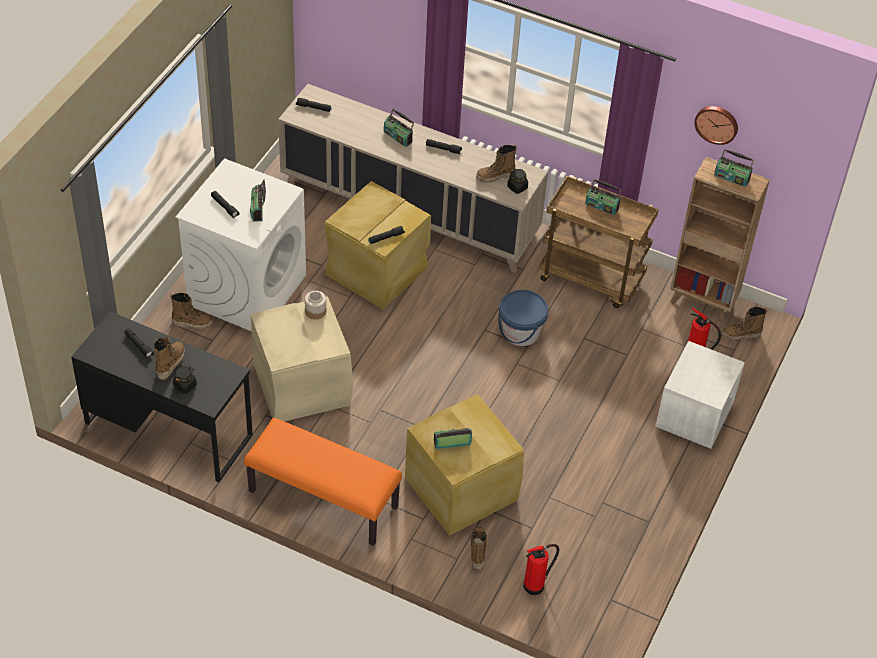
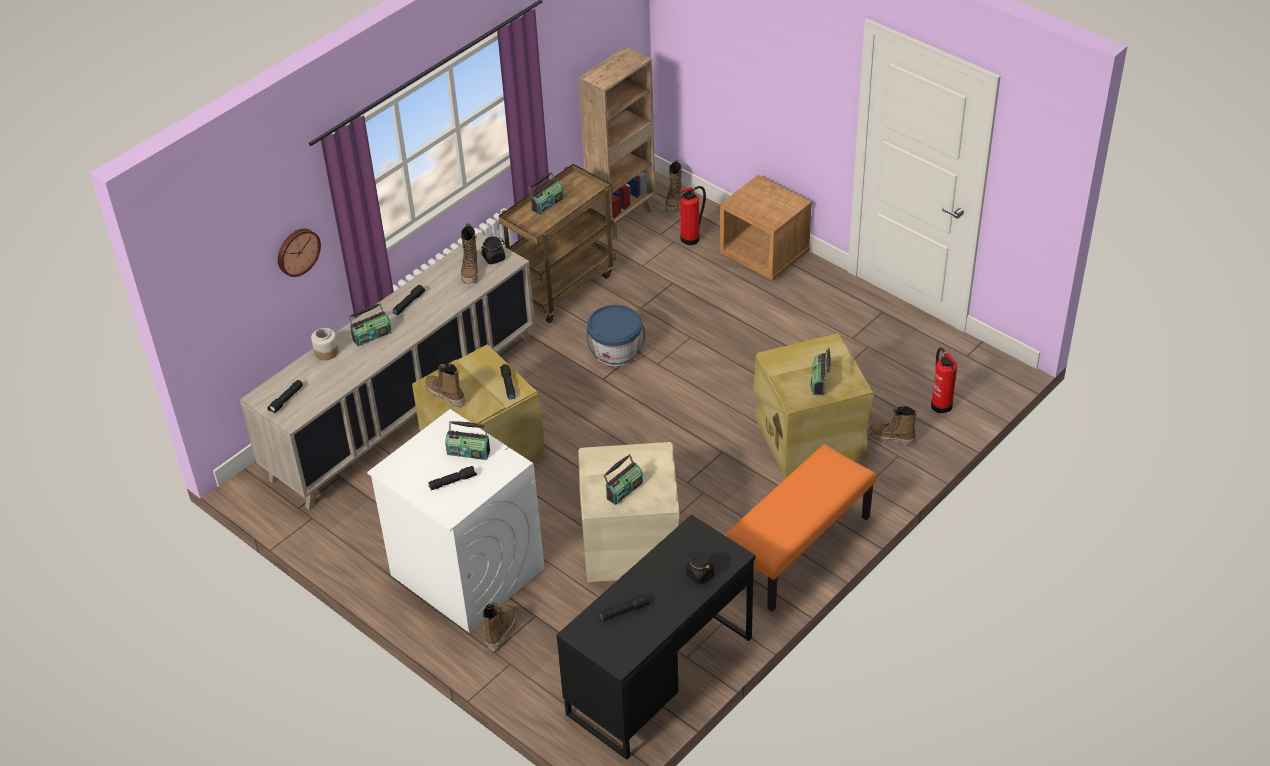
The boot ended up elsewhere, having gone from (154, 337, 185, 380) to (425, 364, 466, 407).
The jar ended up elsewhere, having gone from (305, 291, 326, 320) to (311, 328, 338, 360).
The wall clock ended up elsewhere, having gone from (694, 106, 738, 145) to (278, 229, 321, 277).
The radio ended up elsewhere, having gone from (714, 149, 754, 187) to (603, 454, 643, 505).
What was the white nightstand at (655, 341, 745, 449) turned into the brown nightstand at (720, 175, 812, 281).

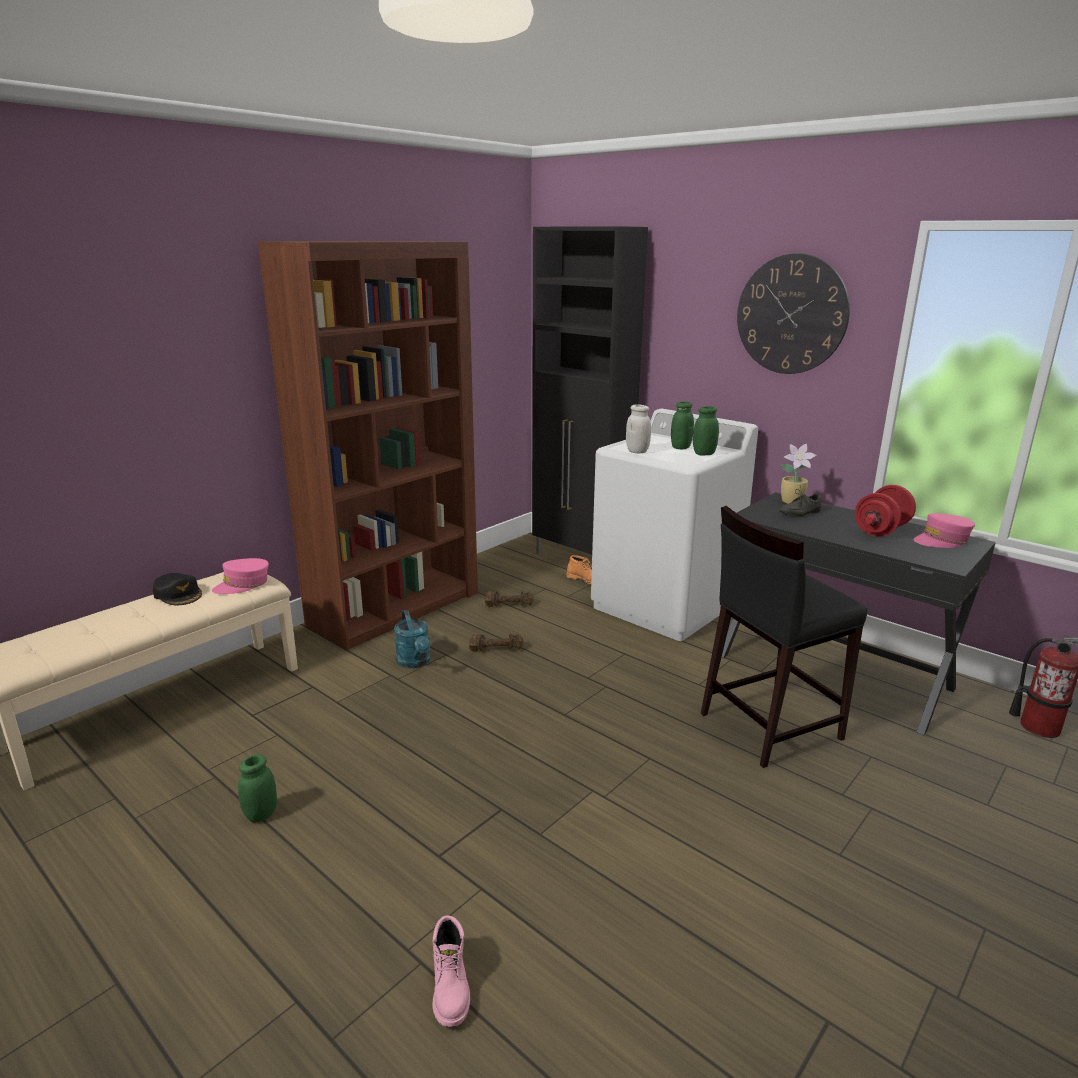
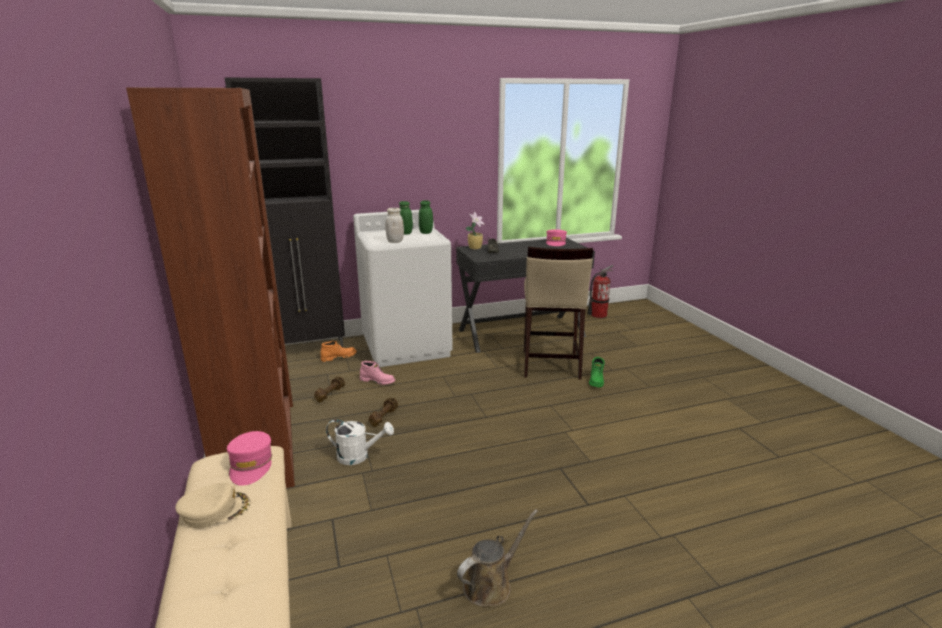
The second view lost the wall clock at (737, 253, 850, 374).
The second view lost the red dumbbell at (855, 485, 916, 537).
The second view gained the green boot at (589, 357, 605, 388).
The pink boot ended up elsewhere, having gone from (432, 916, 470, 1027) to (360, 361, 395, 385).
Where the green jar stood at (238, 754, 277, 823), the brown watering can came to stand at (457, 509, 538, 607).
What was the black cap at (153, 573, 202, 605) turned into the beige cap at (176, 483, 251, 528).
What was the turquoise watering can at (394, 610, 431, 668) turned into the white watering can at (326, 419, 394, 465).
What was the black stool at (701, 506, 867, 768) turned into the beige stool at (524, 247, 593, 380).

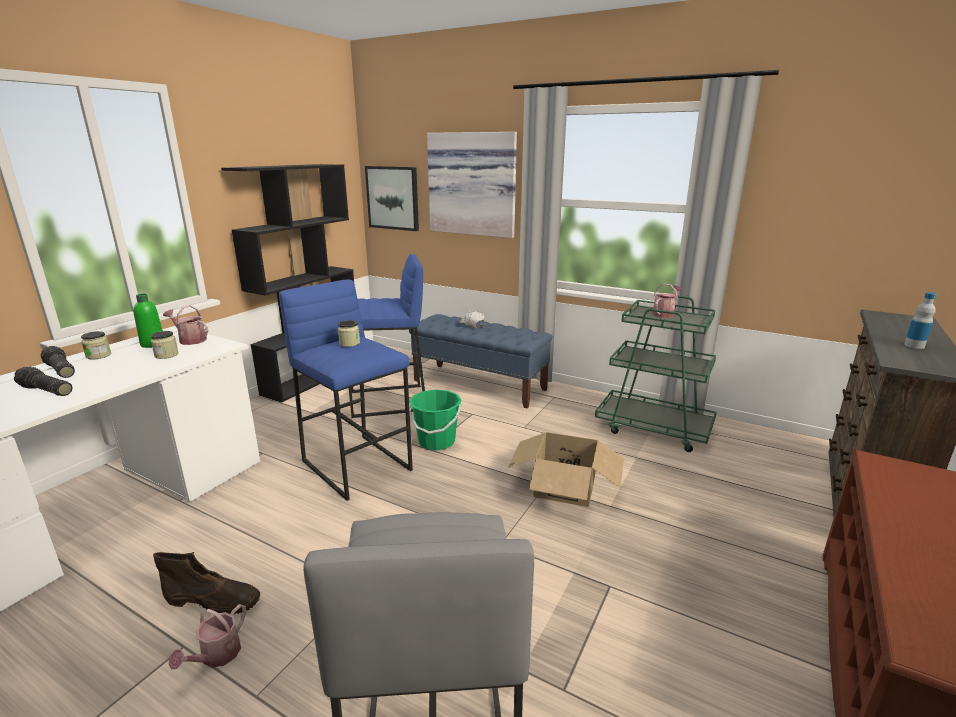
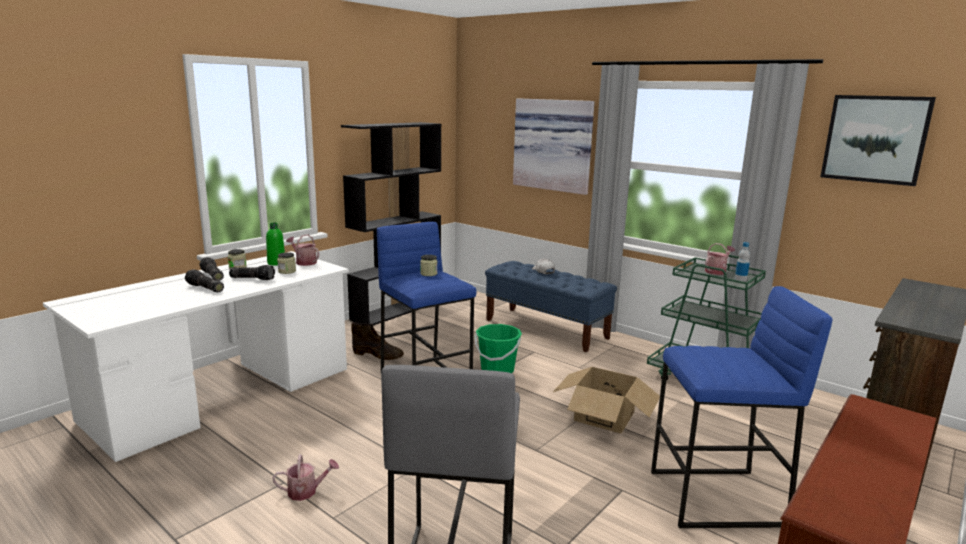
The second view gained the flashlight at (229, 265, 275, 280).
The brown boot ended up elsewhere, having gone from (153, 552, 260, 614) to (352, 322, 404, 360).
The blue stool ended up elsewhere, having gone from (349, 254, 425, 418) to (651, 286, 833, 528).
The picture ended up elsewhere, having gone from (365, 166, 419, 231) to (820, 95, 936, 186).
The bottle ended up elsewhere, having gone from (904, 292, 936, 349) to (735, 242, 750, 282).
The watering can at (168, 604, 246, 670) ended up facing another way, 135 degrees counterclockwise from before.

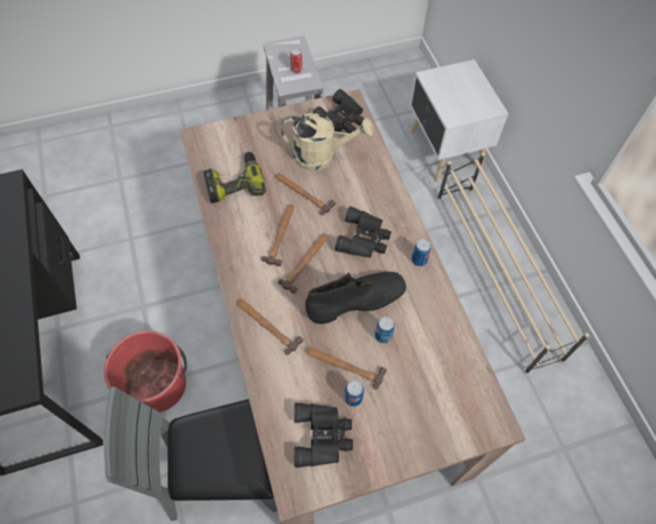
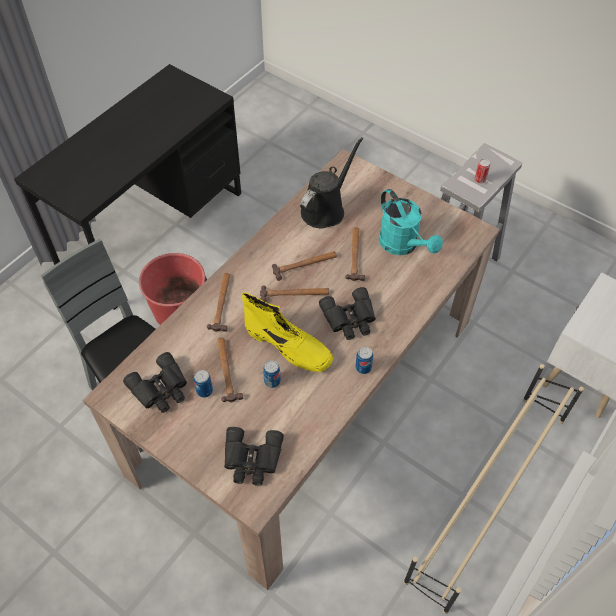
The black binoculars ended up elsewhere, having gone from (312, 89, 364, 134) to (224, 427, 284, 486).
Where the power drill stood at (203, 152, 266, 203), the black watering can came to stand at (300, 137, 363, 229).
What was the beige watering can at (281, 113, 374, 171) turned into the turquoise watering can at (379, 189, 443, 255).
What was the black boot at (305, 272, 406, 324) turned into the yellow boot at (242, 293, 333, 372).

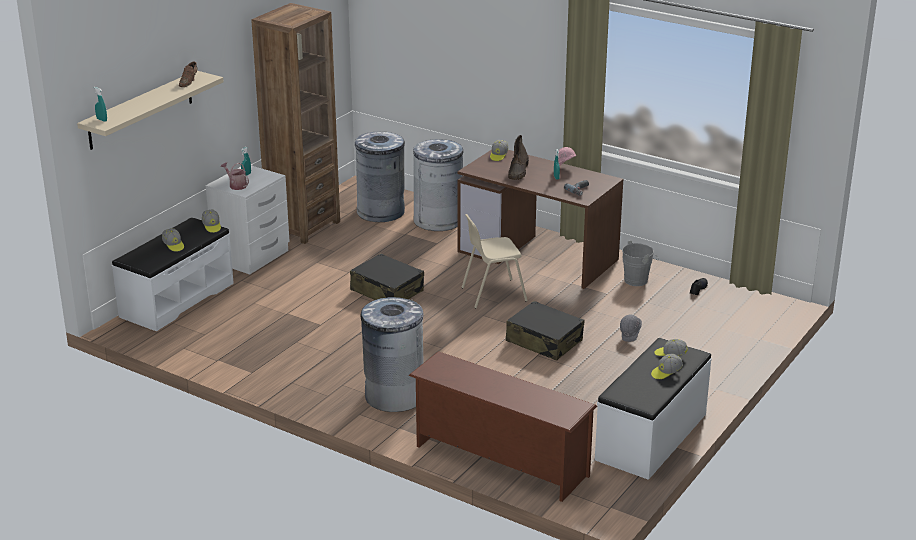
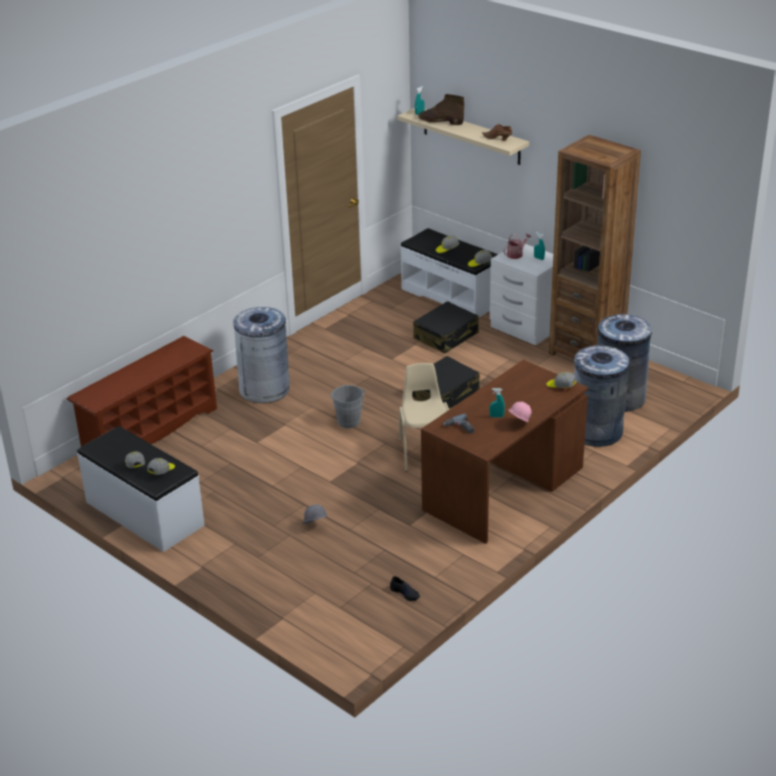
The black suitcase ended up elsewhere, having gone from (506, 301, 584, 361) to (413, 301, 479, 353).
The brown boot ended up elsewhere, having gone from (508, 135, 529, 180) to (418, 94, 464, 125).
The grey bucket ended up elsewhere, having gone from (622, 240, 659, 286) to (330, 385, 365, 428).

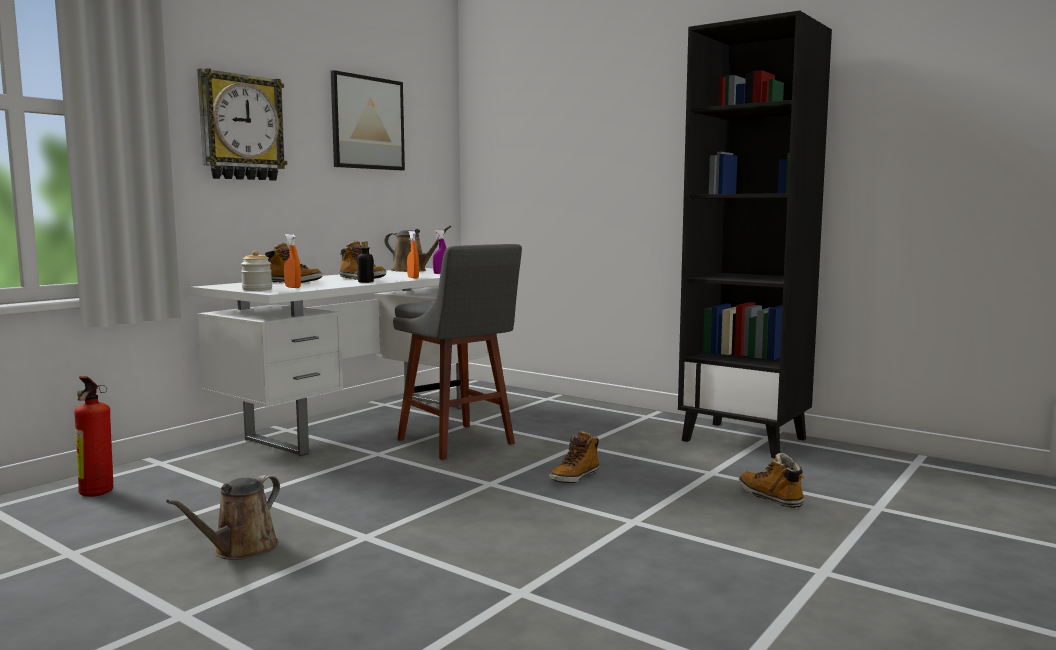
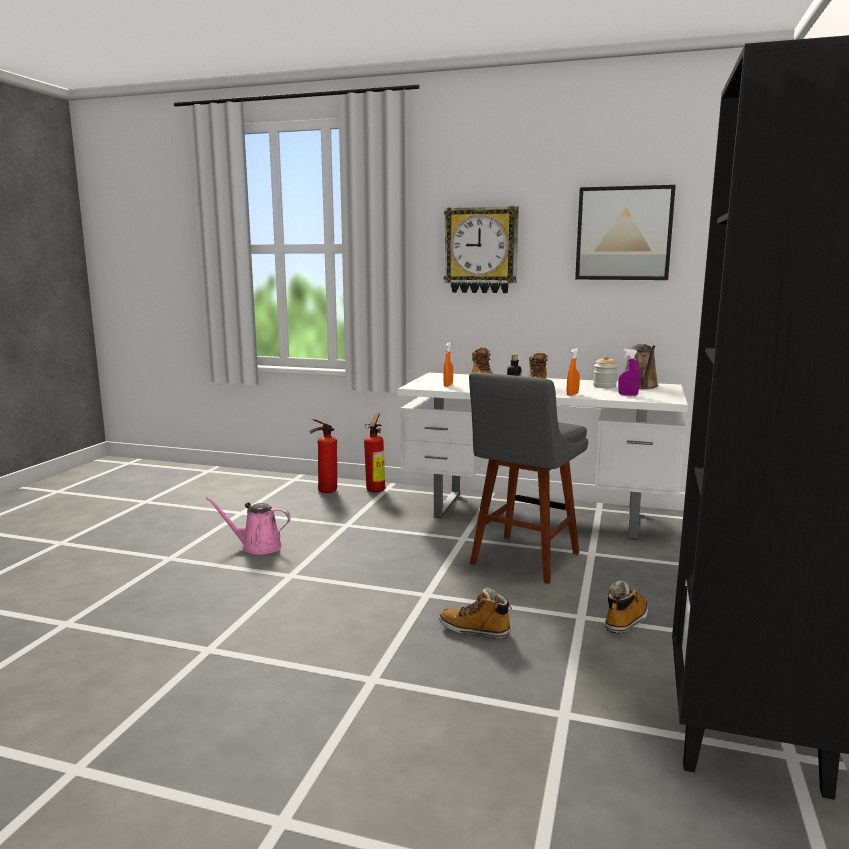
The second view gained the fire extinguisher at (364, 413, 386, 492).
The jar ended up elsewhere, having gone from (241, 250, 272, 291) to (593, 355, 618, 388).
The boot ended up elsewhere, having gone from (739, 452, 804, 508) to (605, 581, 648, 634).
What was the brown watering can at (166, 475, 280, 560) turned into the pink watering can at (205, 497, 291, 555).

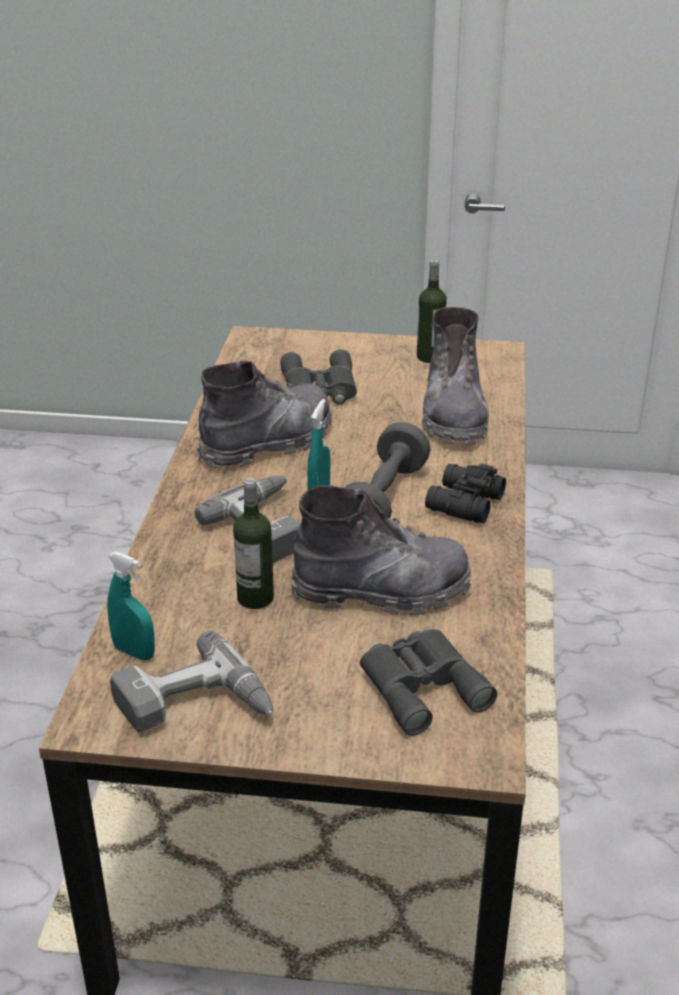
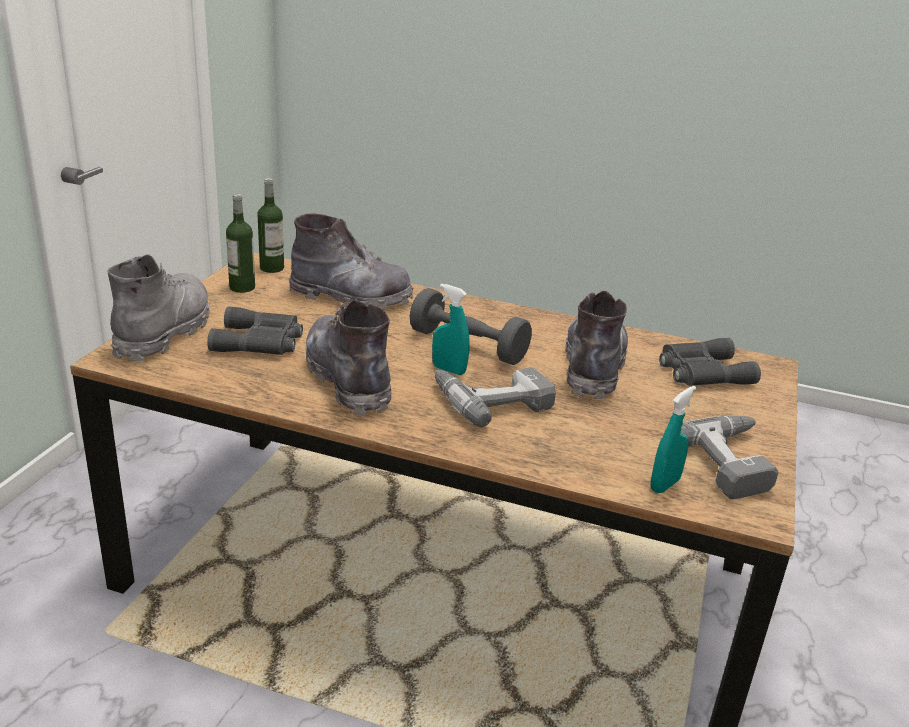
The second view lost the black binoculars at (425, 464, 506, 523).
The second view gained the grey boot at (108, 254, 210, 361).
The bottle ended up elsewhere, having gone from (233, 478, 274, 609) to (257, 178, 284, 273).

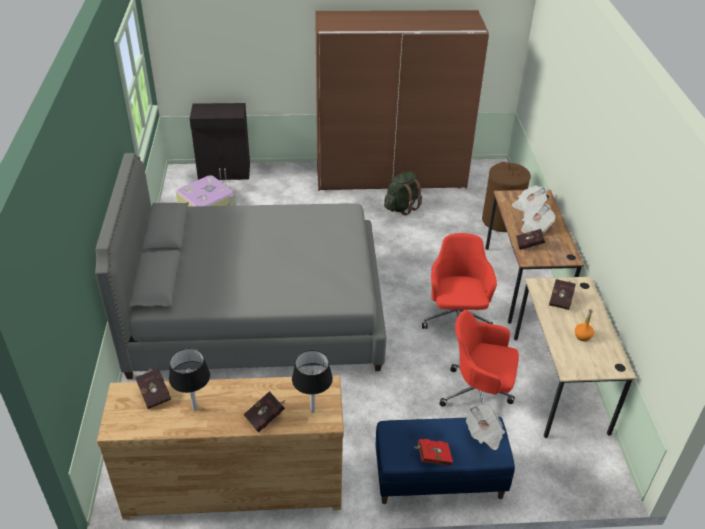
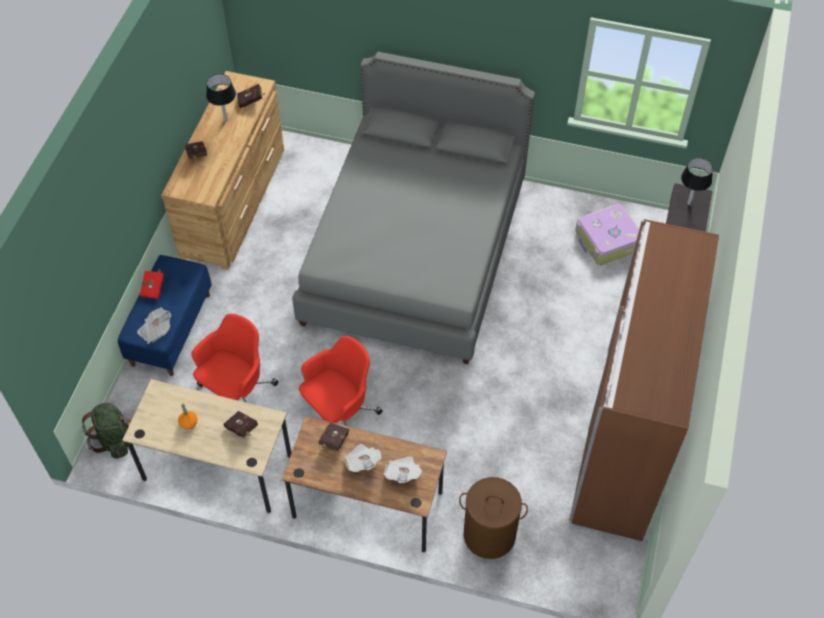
The black table lamp ended up elsewhere, having gone from (292, 350, 333, 413) to (681, 158, 713, 205).
The green backpack ended up elsewhere, having gone from (384, 172, 422, 215) to (82, 403, 132, 459).
The red office chair at (422, 233, 497, 340) ended up facing another way, 60 degrees counterclockwise from before.

